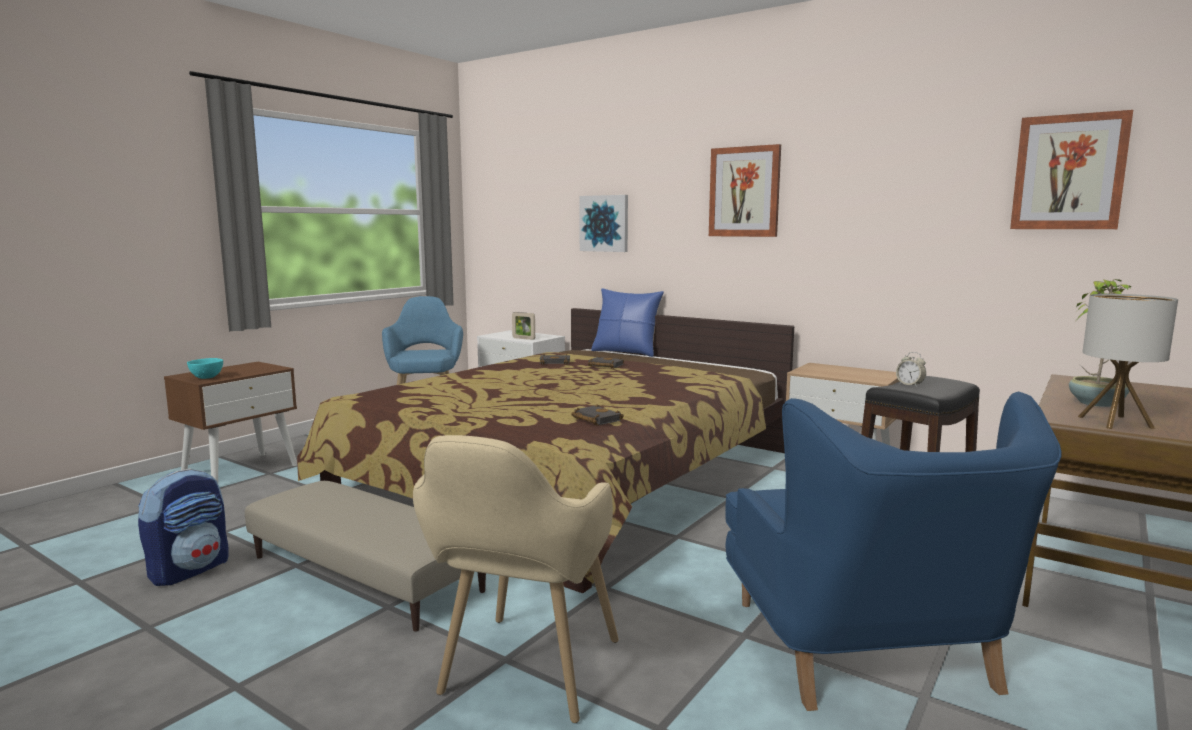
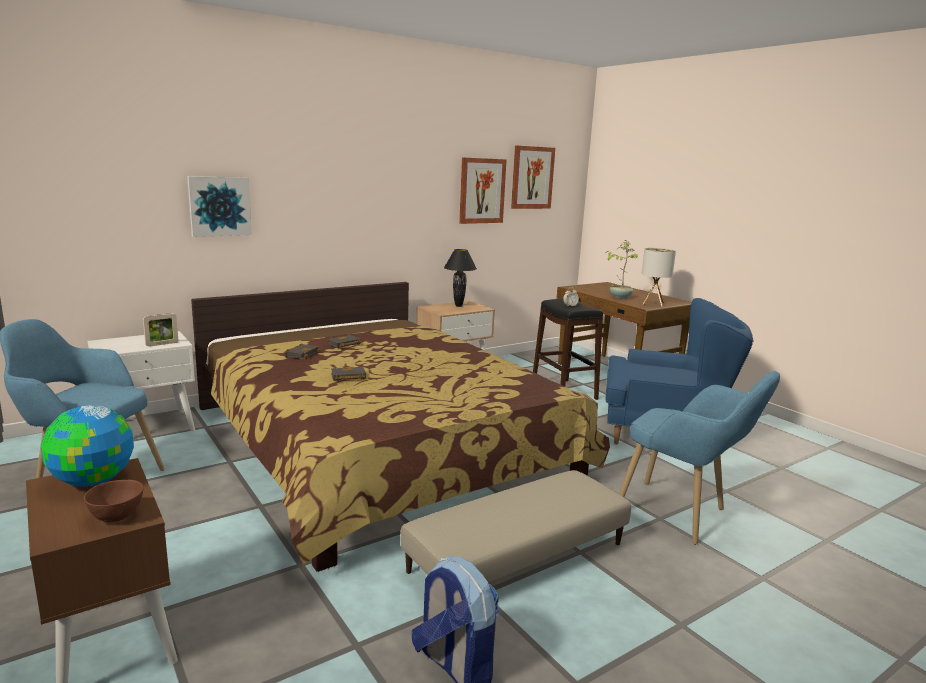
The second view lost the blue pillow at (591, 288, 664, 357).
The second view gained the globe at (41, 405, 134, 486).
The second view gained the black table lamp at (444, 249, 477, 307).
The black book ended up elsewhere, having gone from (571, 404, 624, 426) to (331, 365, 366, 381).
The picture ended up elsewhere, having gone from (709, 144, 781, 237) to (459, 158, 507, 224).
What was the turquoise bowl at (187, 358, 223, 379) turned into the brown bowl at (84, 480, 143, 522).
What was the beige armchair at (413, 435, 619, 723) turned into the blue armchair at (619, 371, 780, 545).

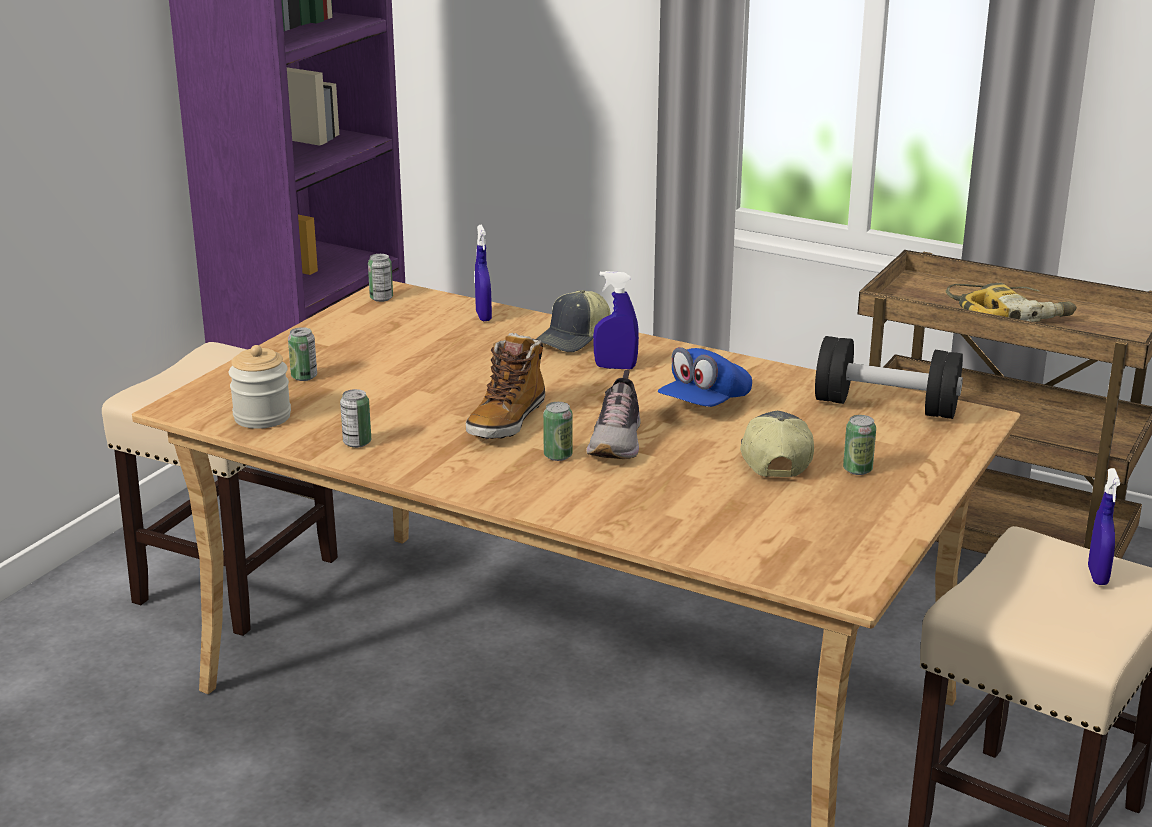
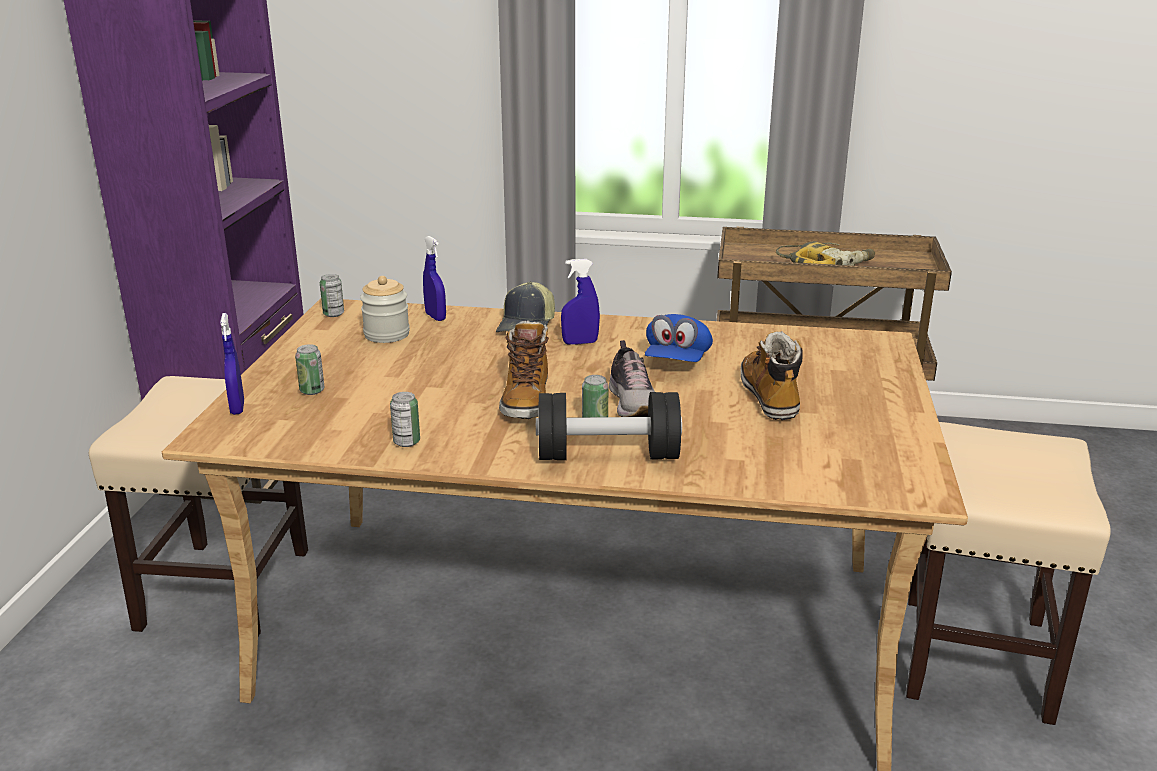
The second view lost the can at (843, 415, 876, 475).
The jar ended up elsewhere, having gone from (229, 345, 291, 429) to (360, 276, 410, 343).
The black dumbbell ended up elsewhere, having gone from (815, 336, 963, 419) to (536, 392, 682, 460).
The blue spray bottle ended up elsewhere, having gone from (1088, 468, 1120, 585) to (220, 313, 244, 415).
Where the cap stood at (740, 411, 814, 477), the boot came to stand at (740, 331, 803, 420).

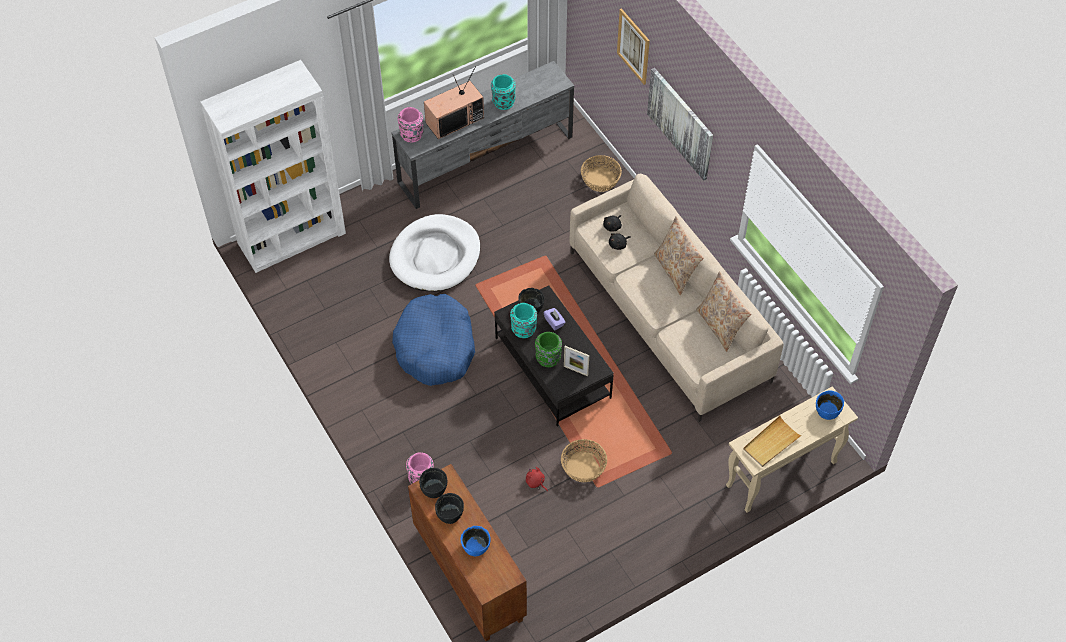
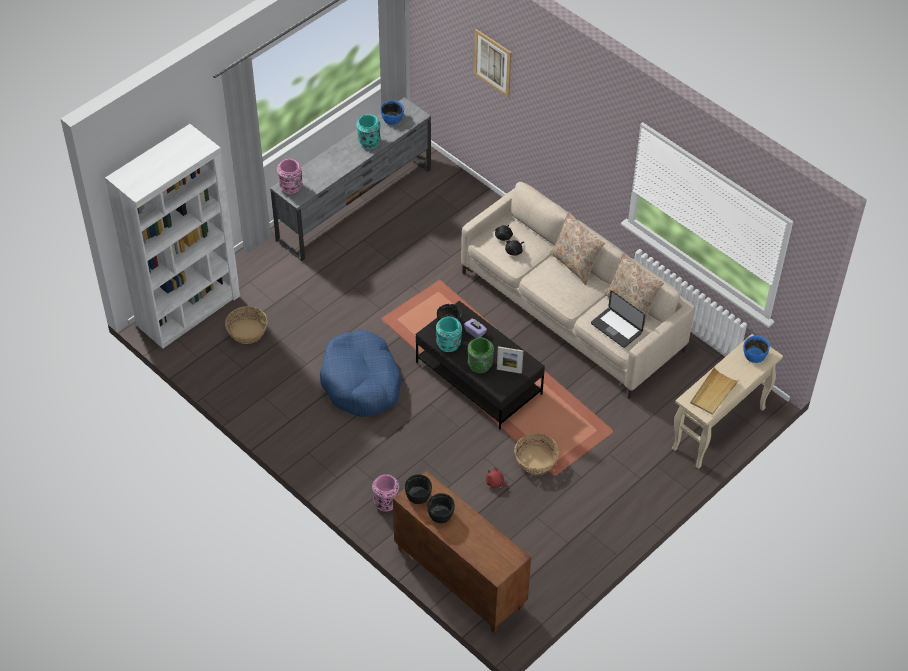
The second view lost the white dog bed at (389, 214, 480, 291).
The second view lost the television at (424, 66, 484, 139).
The second view lost the picture at (647, 68, 713, 181).
The second view gained the laptop at (591, 290, 645, 348).
The blue bowl ended up elsewhere, having gone from (460, 526, 491, 556) to (380, 100, 404, 125).
The basket ended up elsewhere, having gone from (581, 155, 622, 192) to (225, 306, 268, 344).

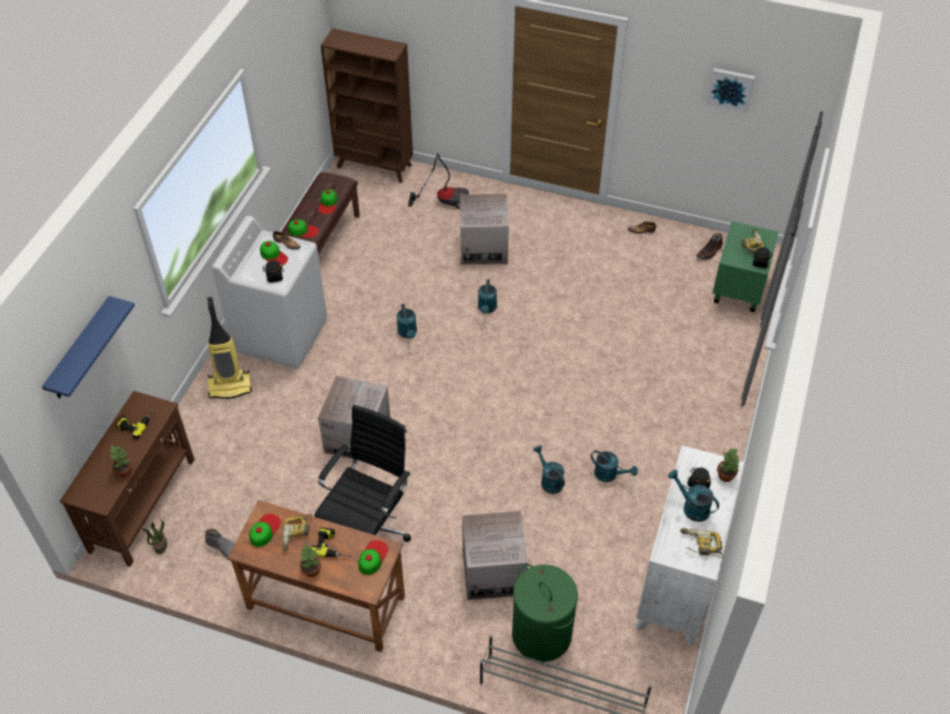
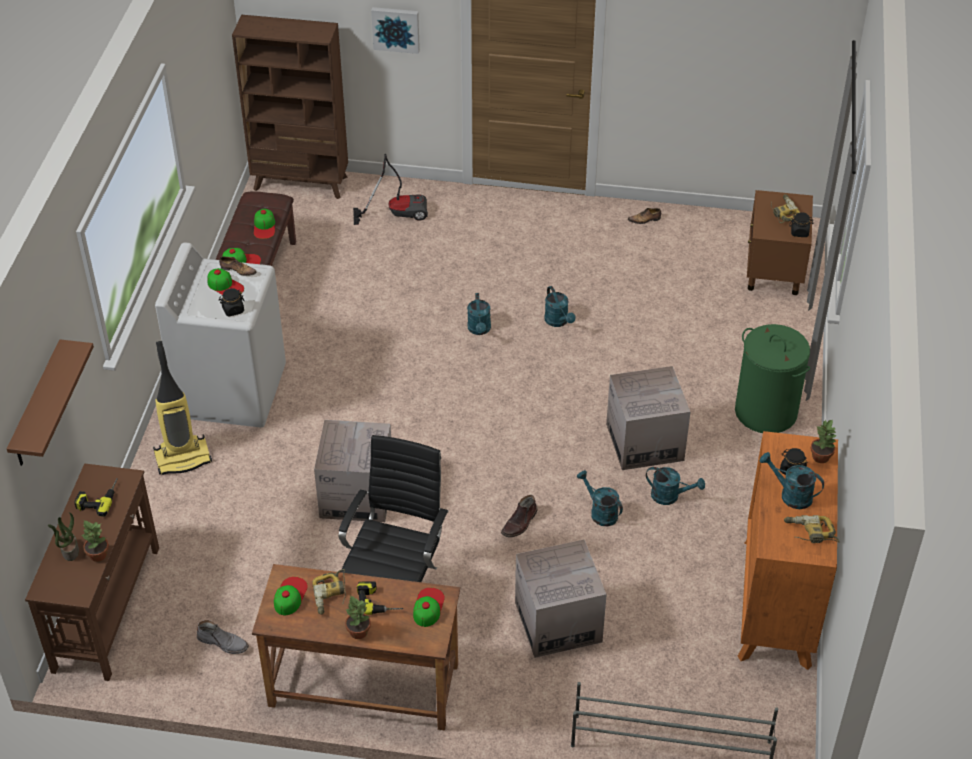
The potted plant ended up elsewhere, having gone from (142, 519, 167, 554) to (48, 512, 79, 561).
The turquoise watering can ended up elsewhere, having gone from (396, 304, 417, 339) to (544, 286, 576, 327).
The cardboard box ended up elsewhere, having gone from (460, 194, 509, 265) to (606, 366, 690, 470).
The green laundry basket ended up elsewhere, having gone from (512, 564, 578, 662) to (735, 324, 810, 433).
The brown boot ended up elsewhere, having gone from (696, 233, 723, 260) to (501, 495, 537, 537).
The picture ended up elsewhere, having gone from (707, 68, 755, 112) to (371, 7, 420, 54).
What was the blue shelf at (42, 296, 135, 399) turned into the brown shelf at (7, 339, 94, 466).
What was the white dresser at (635, 445, 744, 647) turned into the orange dresser at (738, 431, 838, 670).
What was the green nightstand at (713, 221, 779, 312) turned into the brown nightstand at (747, 190, 813, 295).

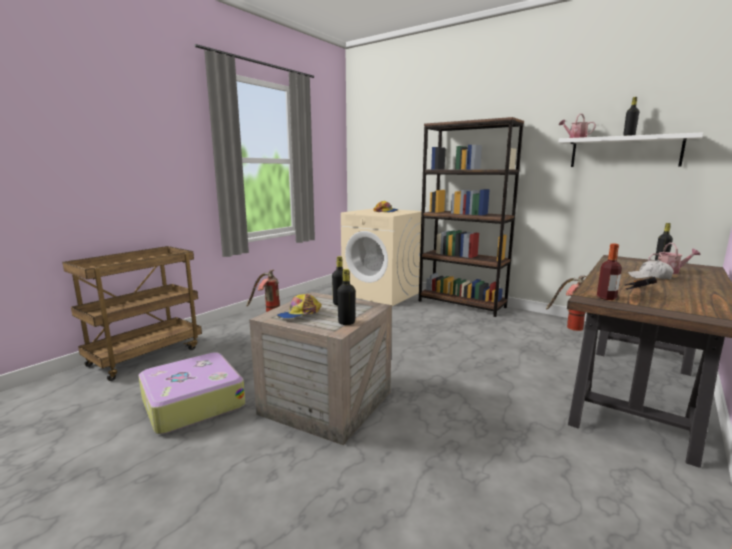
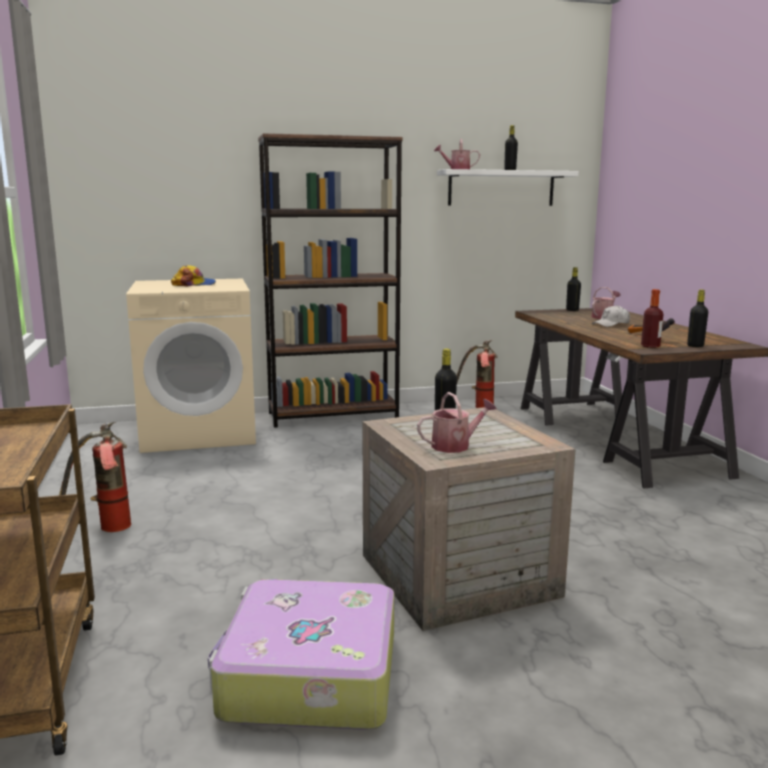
The black bottle ended up elsewhere, having gone from (337, 269, 355, 325) to (687, 290, 708, 347).
Where the cap stood at (277, 294, 322, 319), the watering can came to stand at (417, 392, 497, 453).

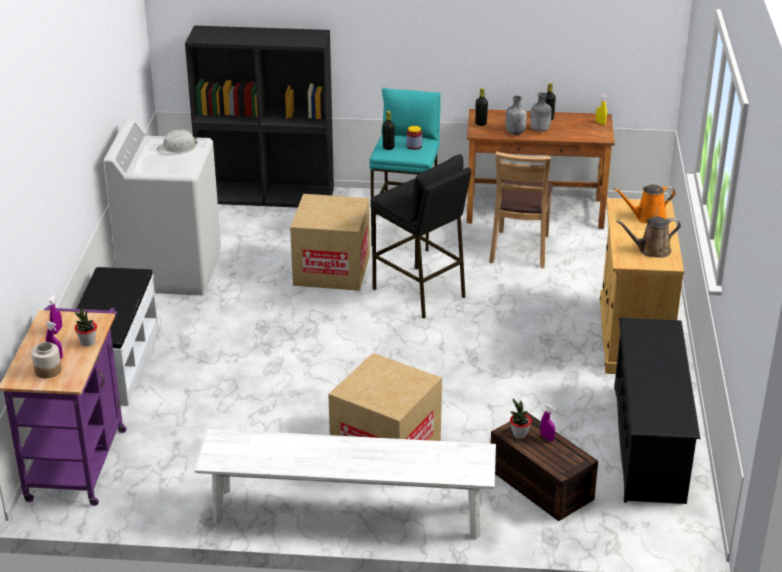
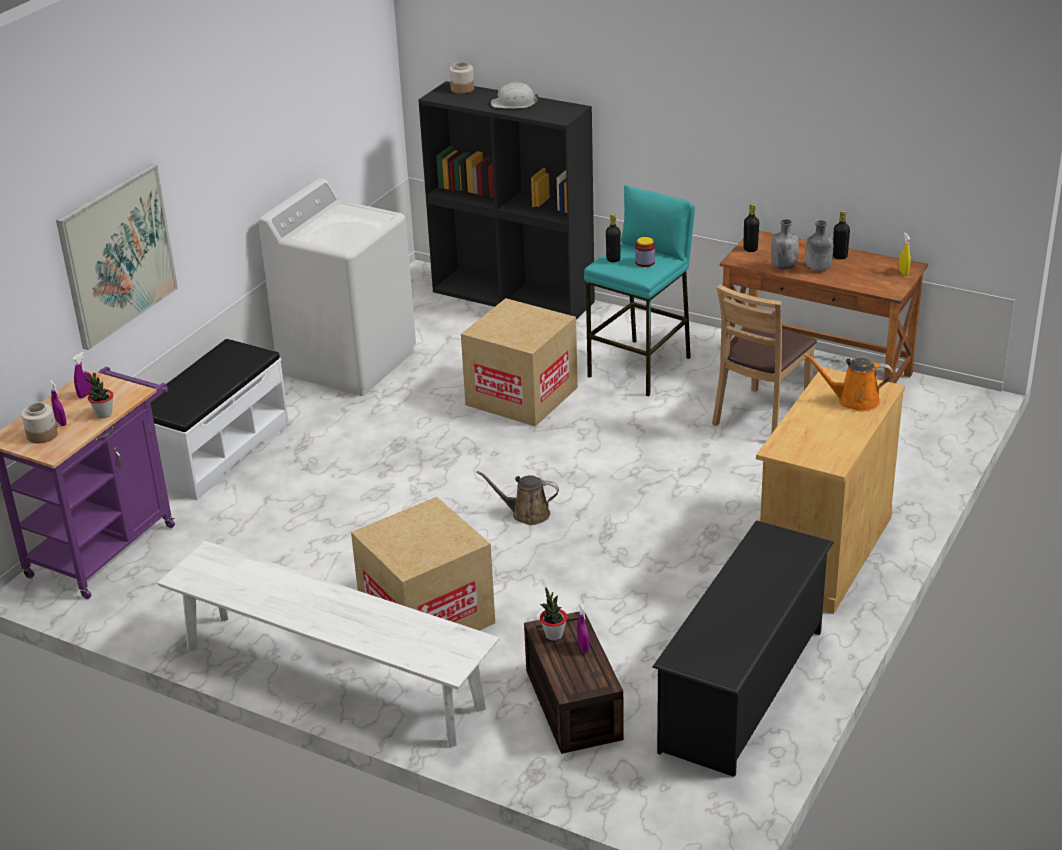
The second view lost the black stool at (370, 154, 471, 319).
The second view gained the picture at (56, 164, 178, 350).
The second view gained the jar at (449, 62, 474, 94).
The white hard hat ended up elsewhere, having gone from (157, 129, 197, 155) to (491, 82, 538, 109).
The brown watering can ended up elsewhere, having gone from (616, 216, 681, 258) to (477, 471, 559, 525).

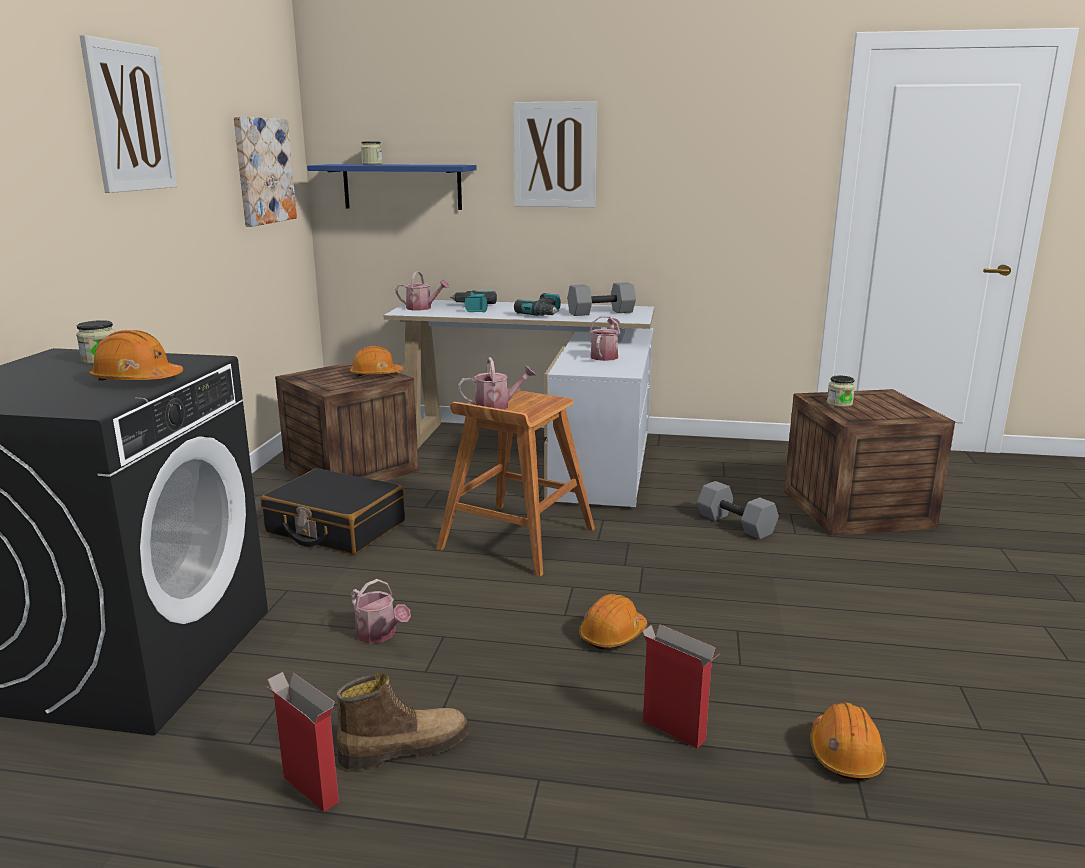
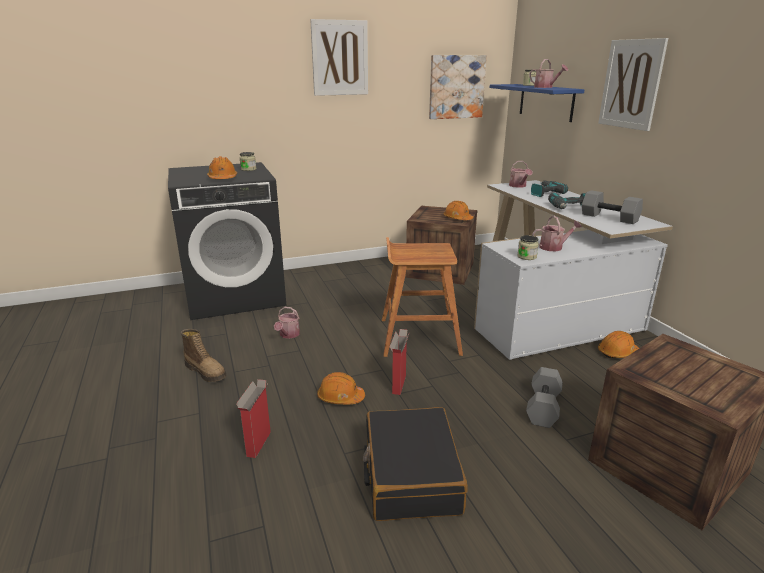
The black suitcase ended up elsewhere, having gone from (261, 468, 405, 555) to (363, 407, 468, 521).
The cardboard box ended up elsewhere, having gone from (266, 672, 339, 812) to (390, 329, 410, 395).
The watering can ended up elsewhere, having gone from (458, 357, 536, 410) to (529, 59, 568, 88).
The orange hard hat ended up elsewhere, having gone from (810, 702, 886, 780) to (598, 331, 639, 358).
The jar ended up elsewhere, having gone from (827, 376, 855, 407) to (517, 235, 539, 260).

